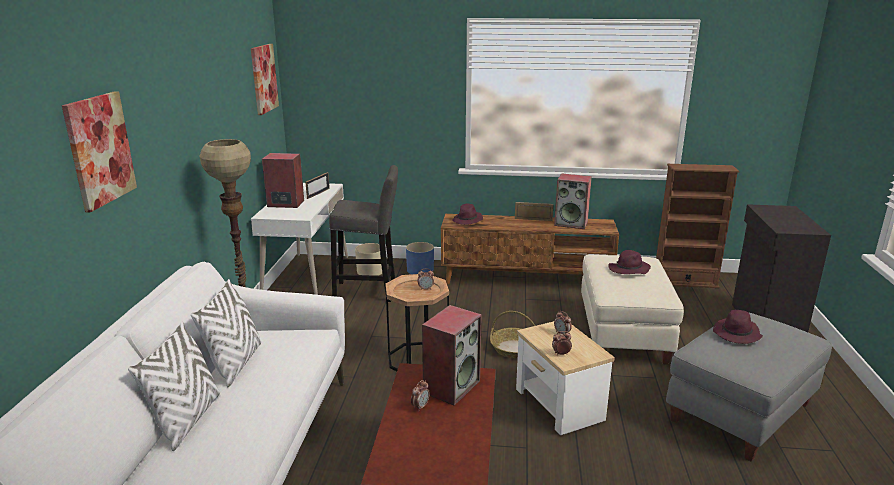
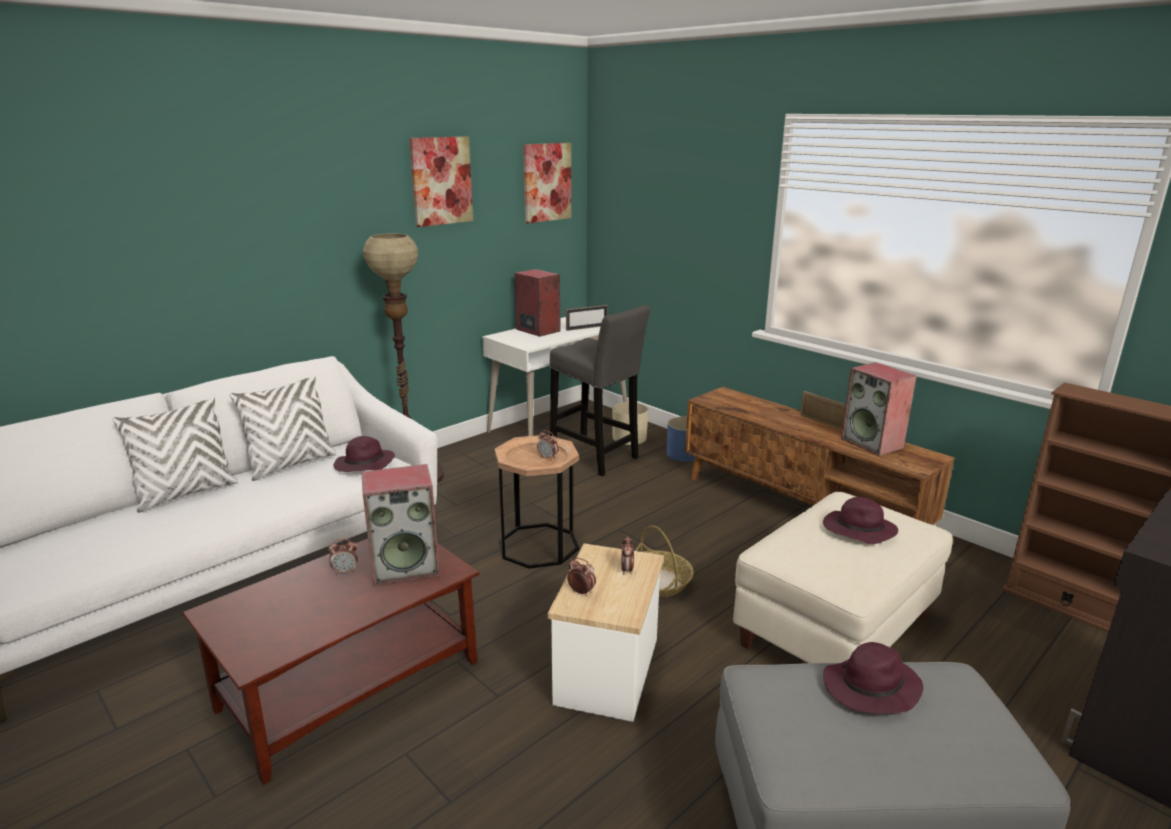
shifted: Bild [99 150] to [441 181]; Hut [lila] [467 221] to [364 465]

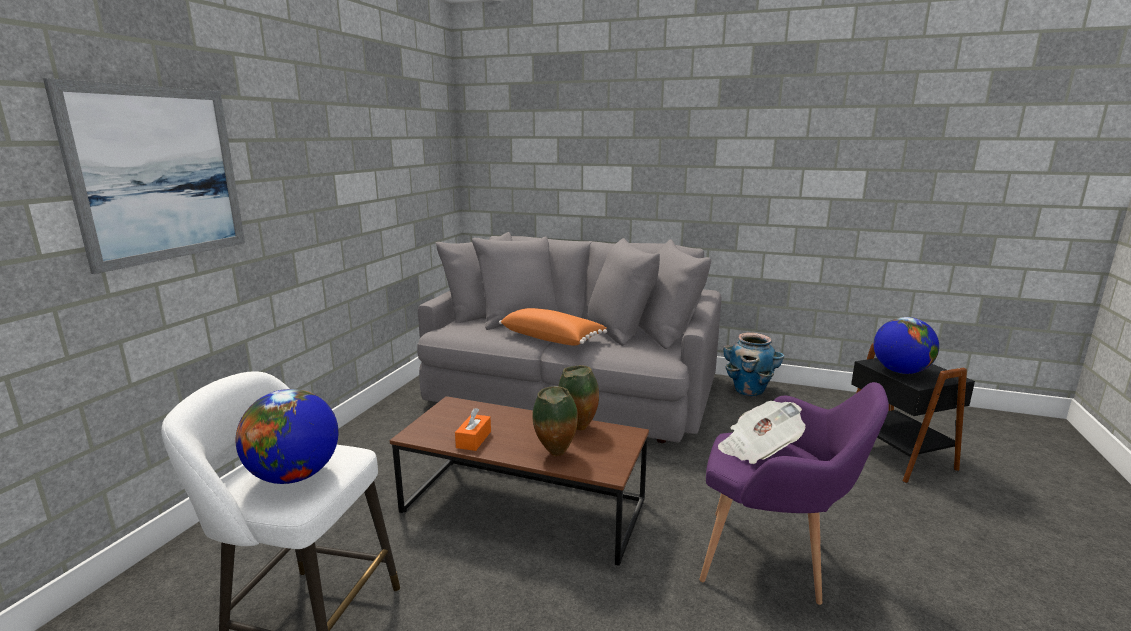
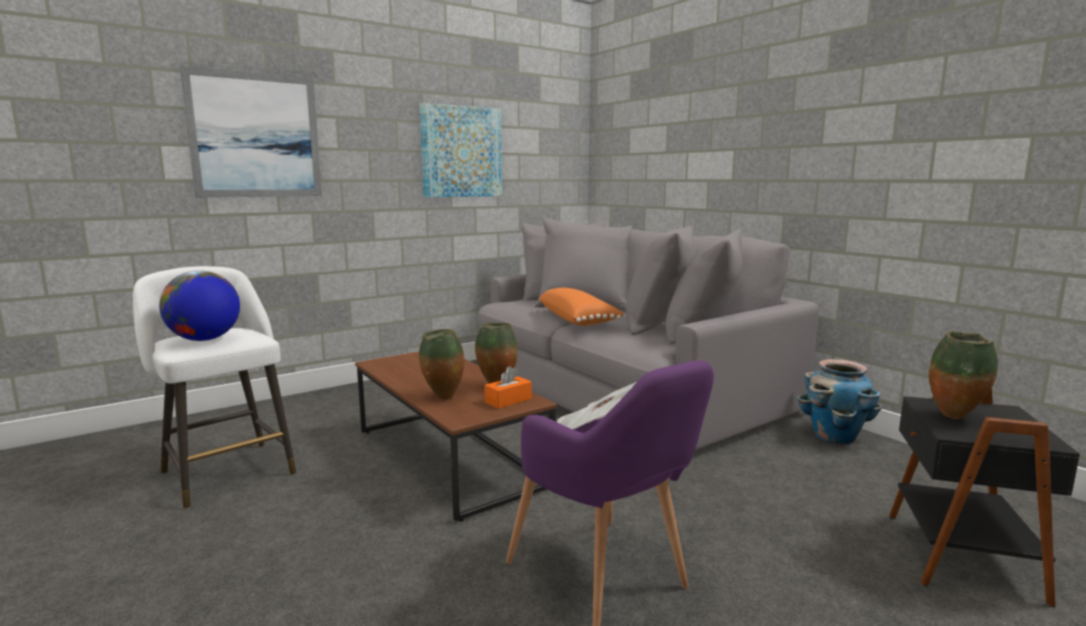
new: Bild [461 152]
shifted: Taschentuchbox [orange] [473 439] to [508 400]
swapped: Globus [900 371] to Vase [955 418]

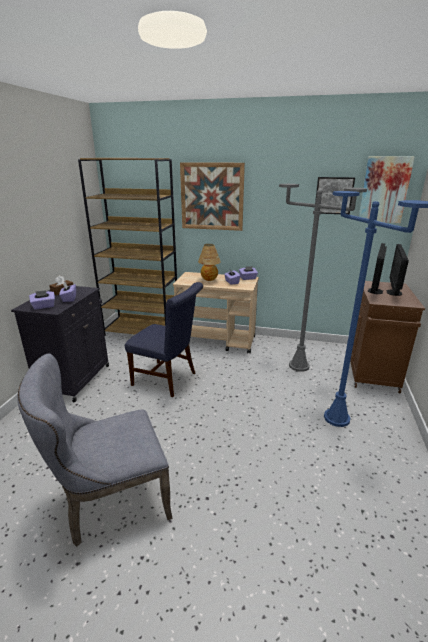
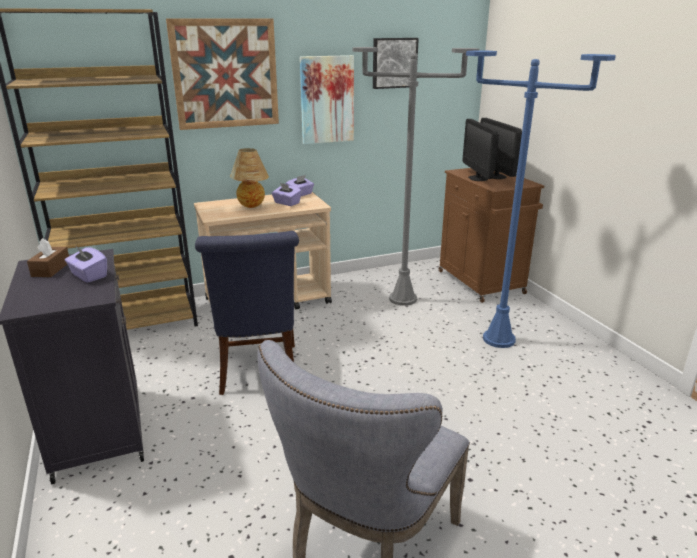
gone: Taschentuchbox [lila] [44 306]
shifted: Bild [384 190] to [327 100]
rotated: Stuhl [blau] [168 379] = [258 372] 90 degrees clockwise

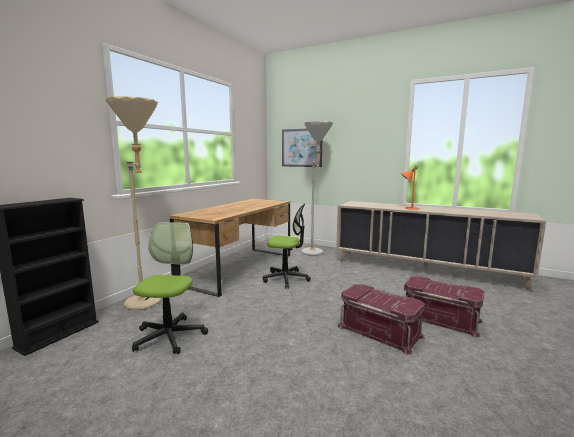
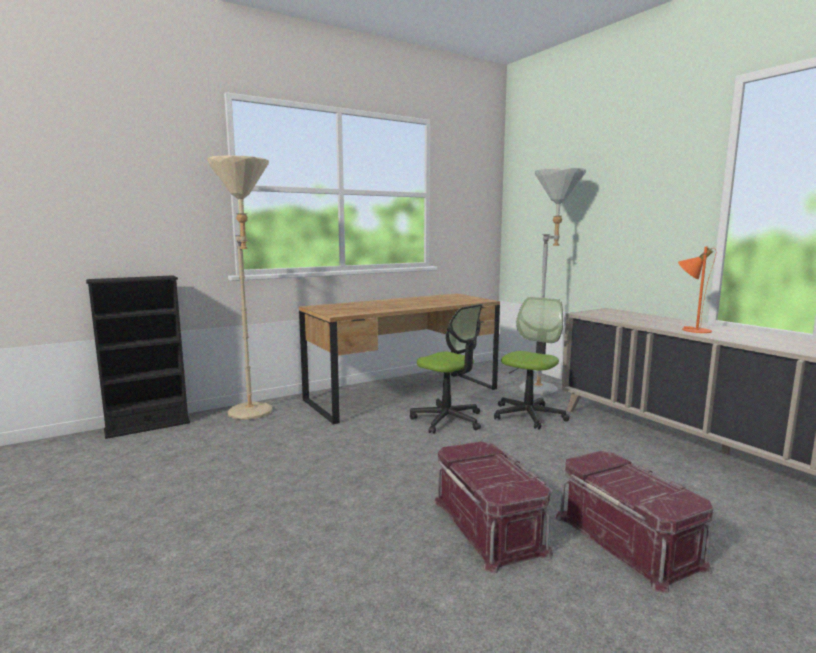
gone: Bild [301 148]
shifted: Bürostuhl [169 336] to [528 415]

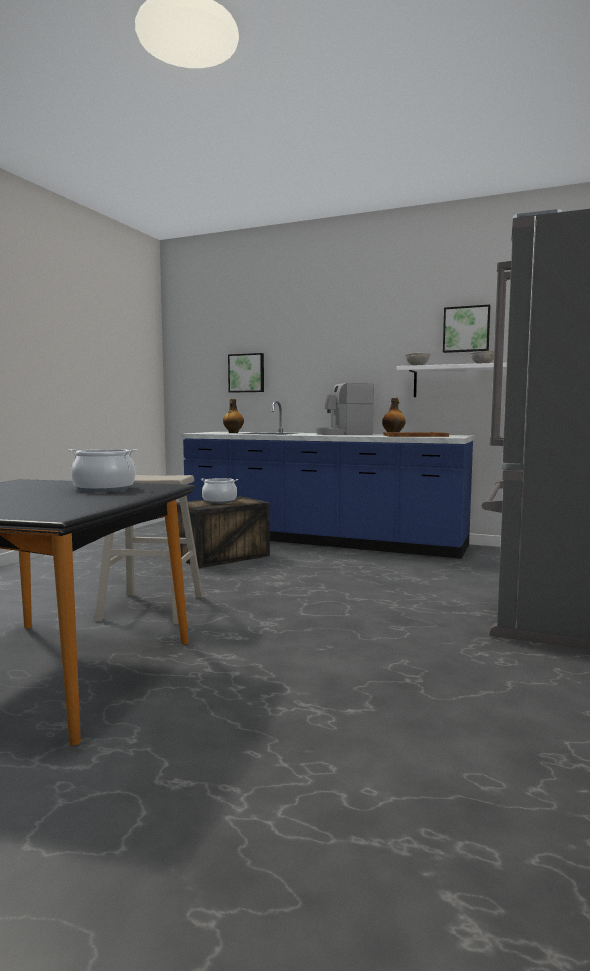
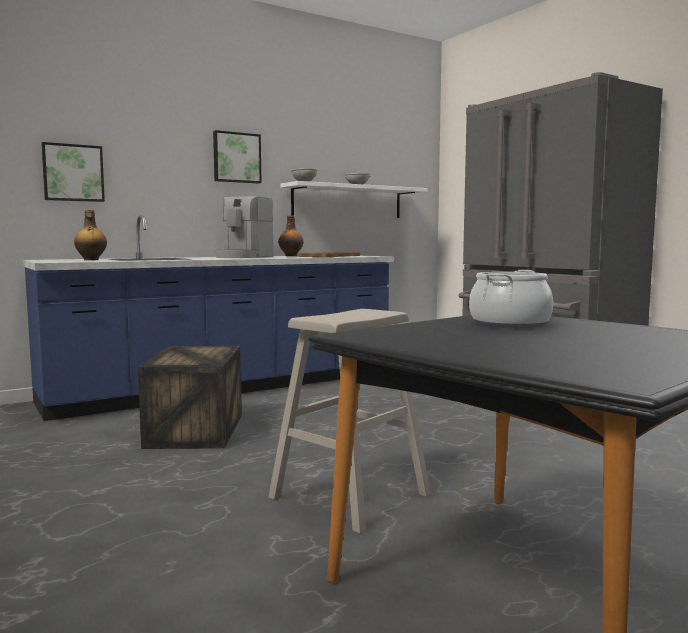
gone: Kochtopf [219 501]
shifted: Bild [466 329] to [236 157]

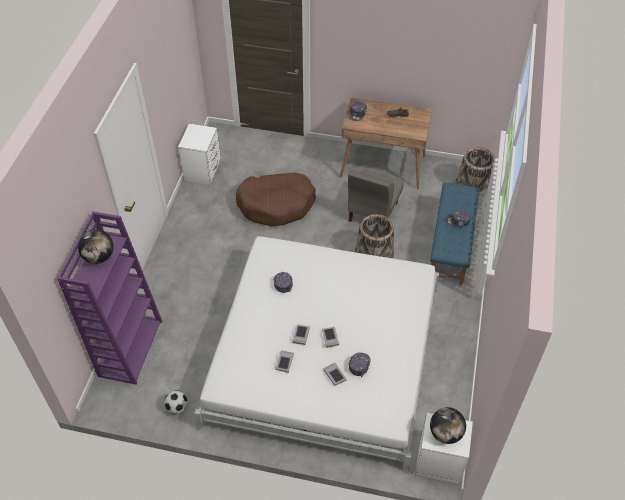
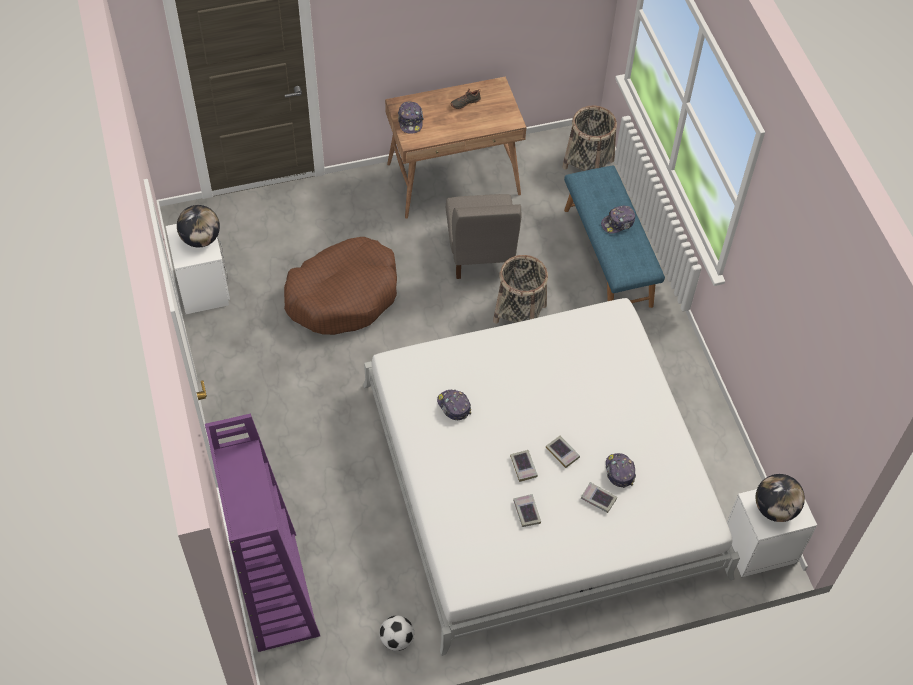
shifted: Globus [99 257] to [201 239]

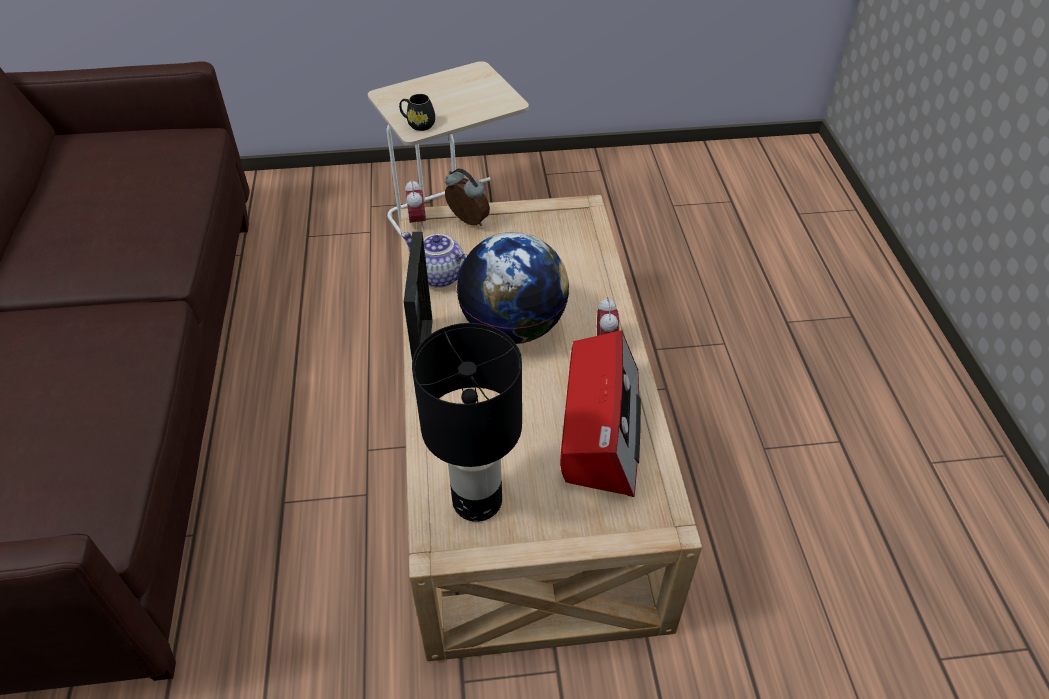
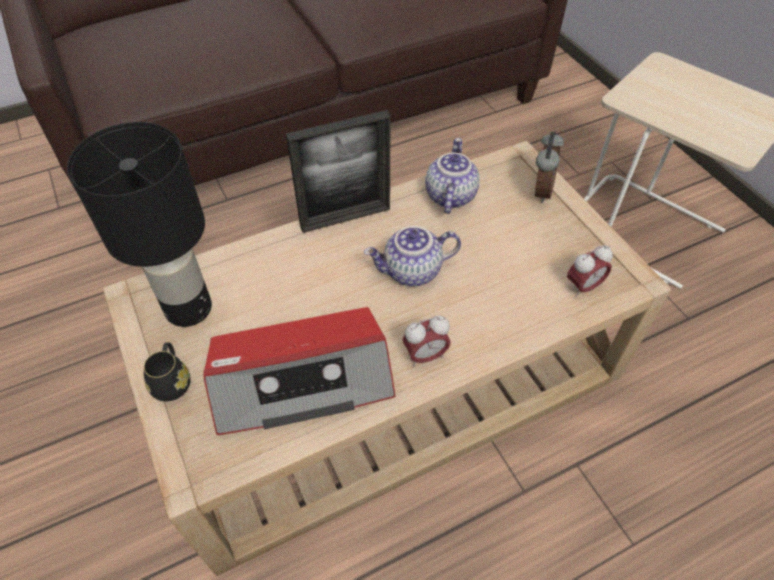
shifted: Henkelbecher [schwarz] [418 124] to [172 381]; Wecker [417 221] to [583 287]
swapped: Globus [514 327] to Teekanne [412 272]

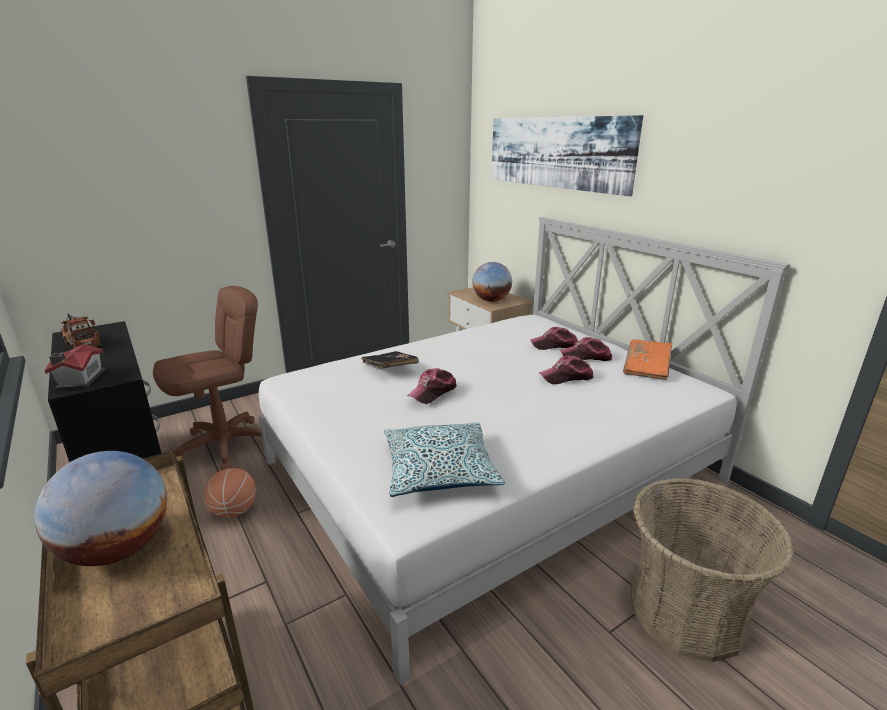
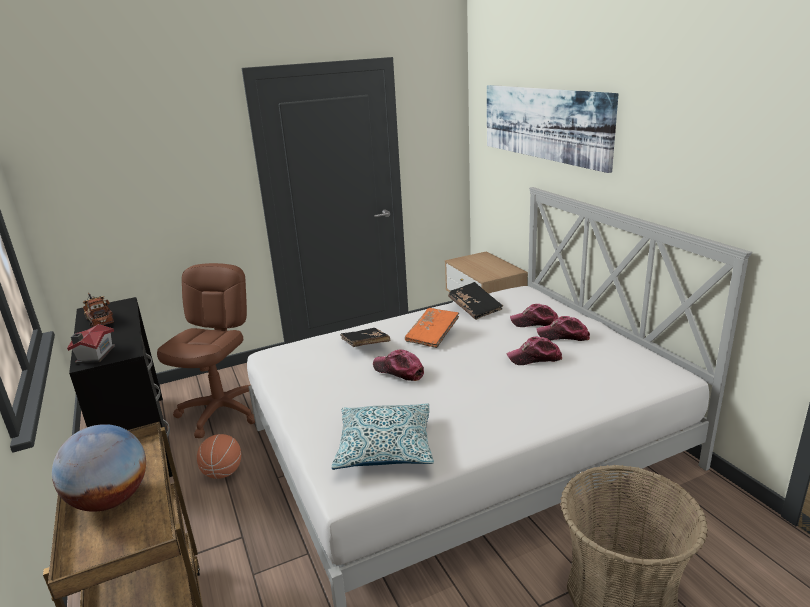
gone: Globus [491 300]
new: Buch [schwarz] [475 308]
shifted: Buch [orange] [646 368] to [432 335]
rotated: Bürostuhl [braun] [225 446] = [222 411] 45 degrees counterclockwise; Kappe [432 392] = [399 371] 75 degrees clockwise

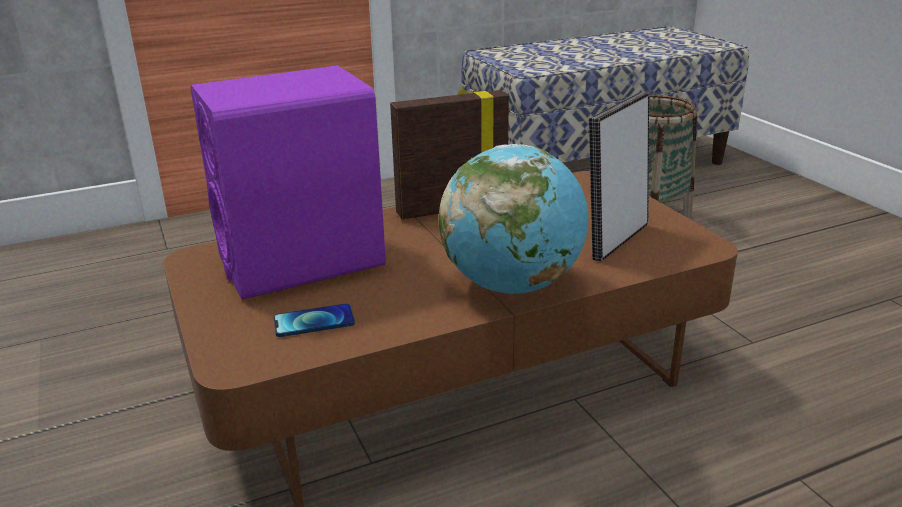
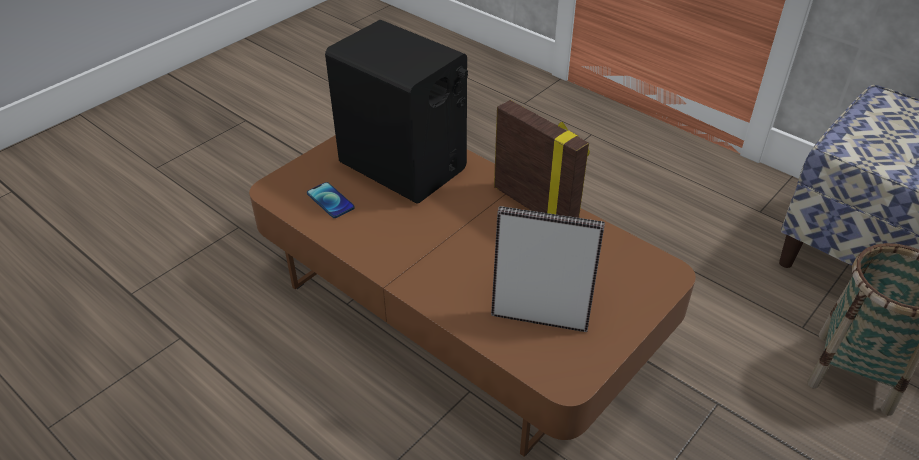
gone: Globus [512 285]
repainted: Lautsprecher [lila] [302 261] to Lautsprecher [schwarz] [403 166]

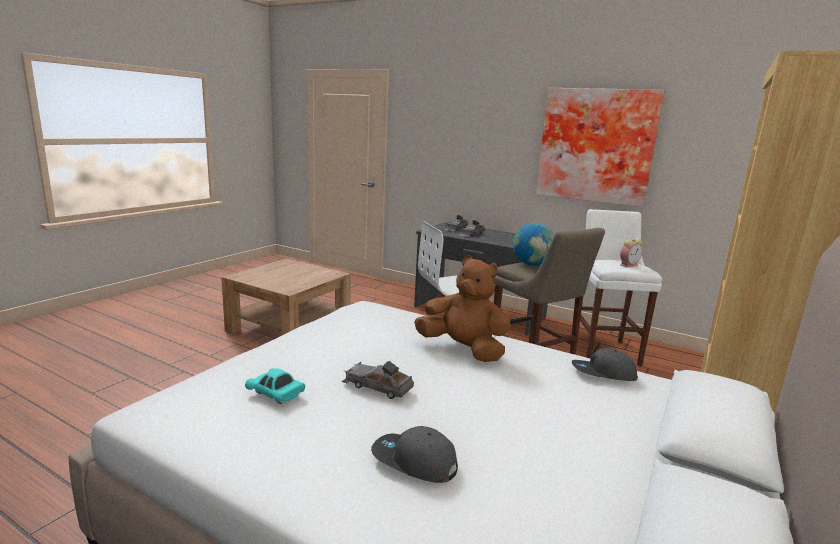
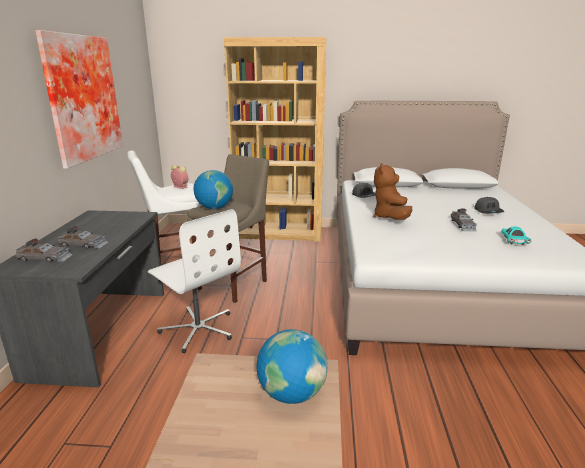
new: Globus [292 393]

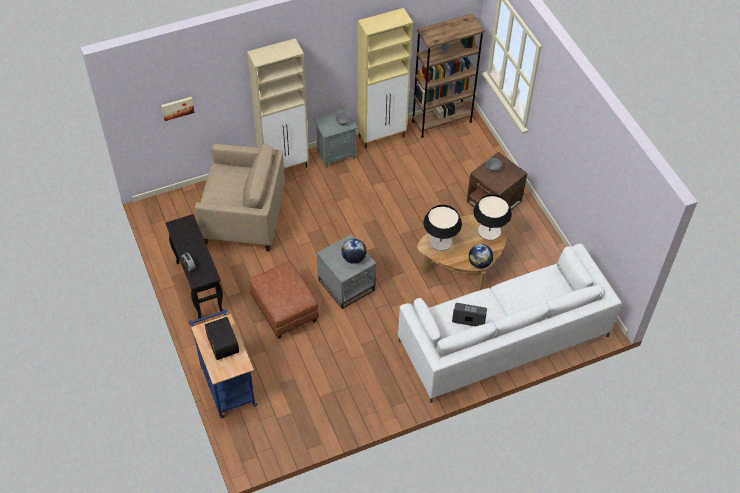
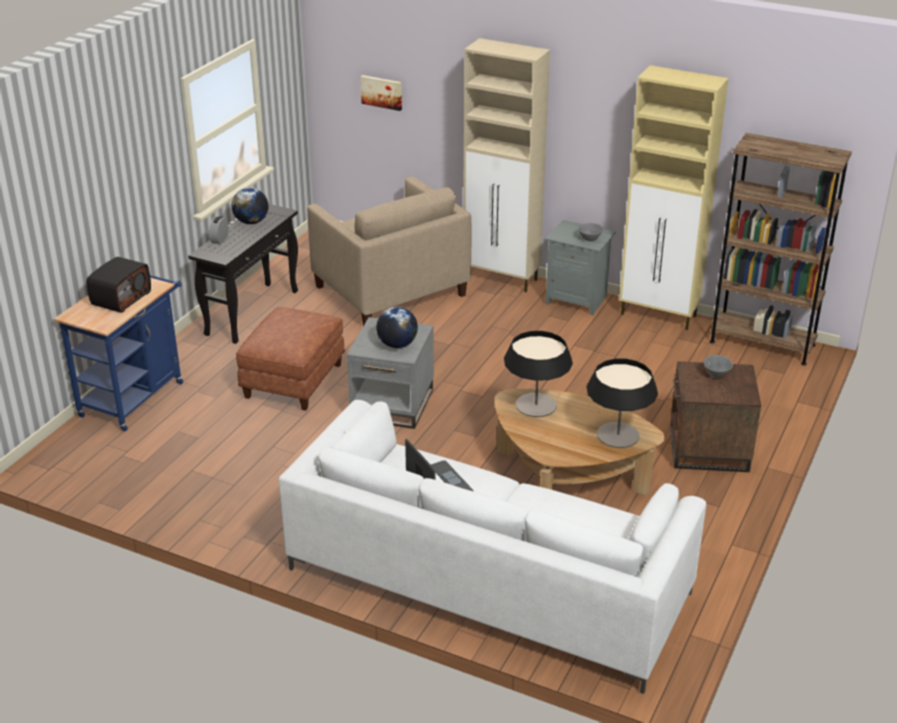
shifted: Globus [479 263] to [251 222]

